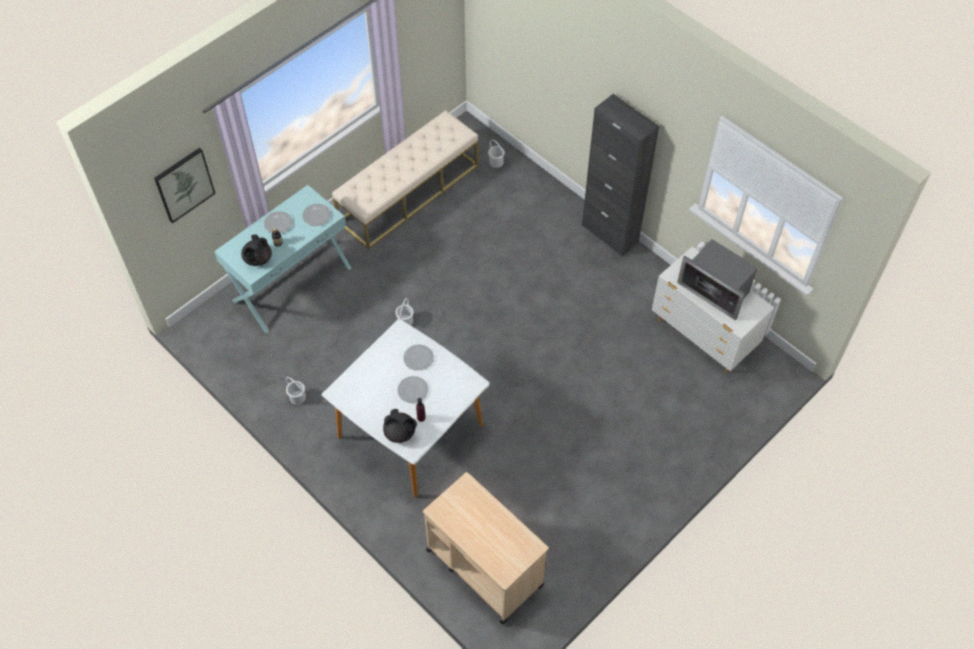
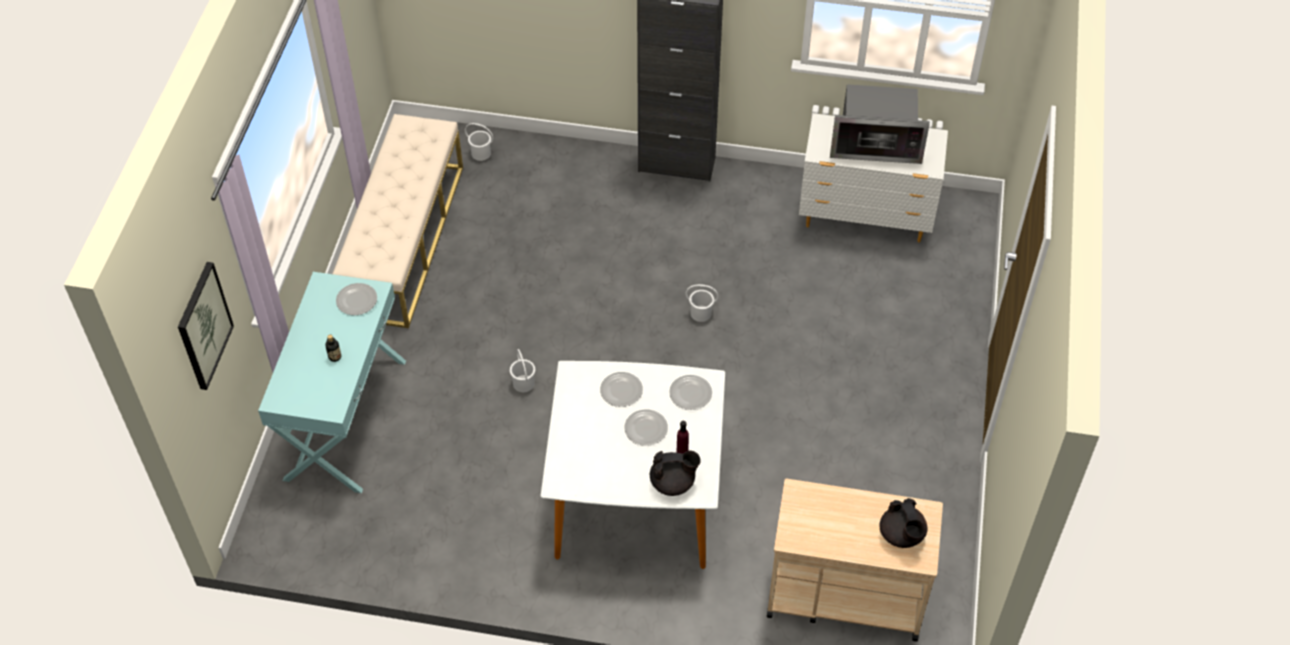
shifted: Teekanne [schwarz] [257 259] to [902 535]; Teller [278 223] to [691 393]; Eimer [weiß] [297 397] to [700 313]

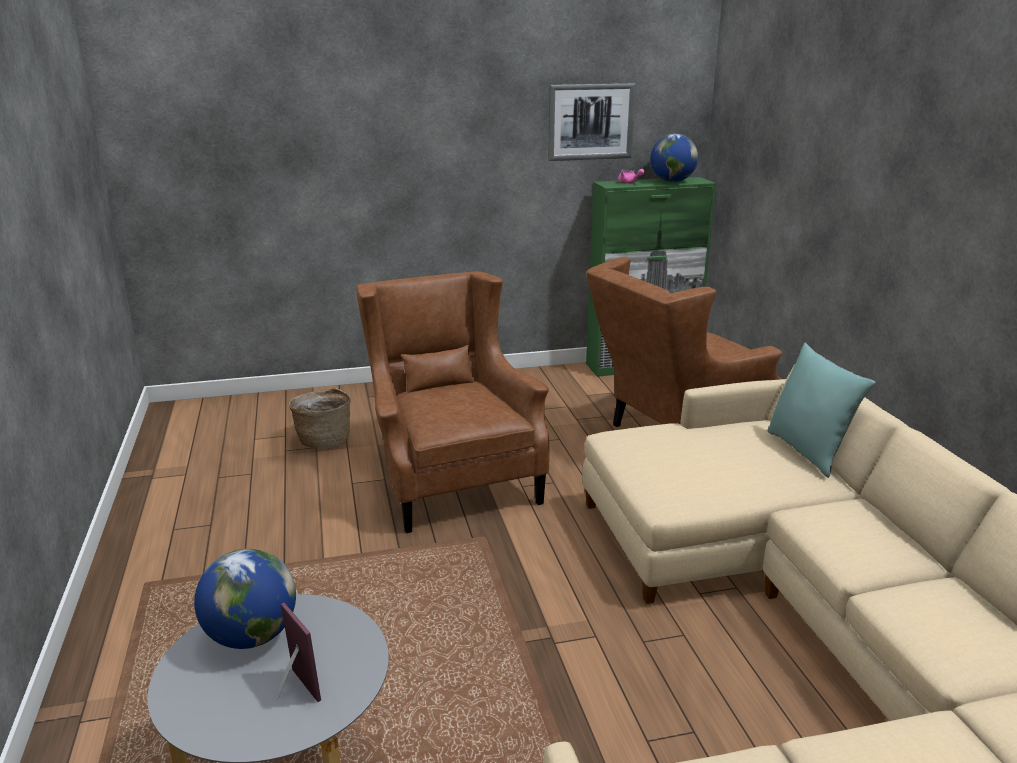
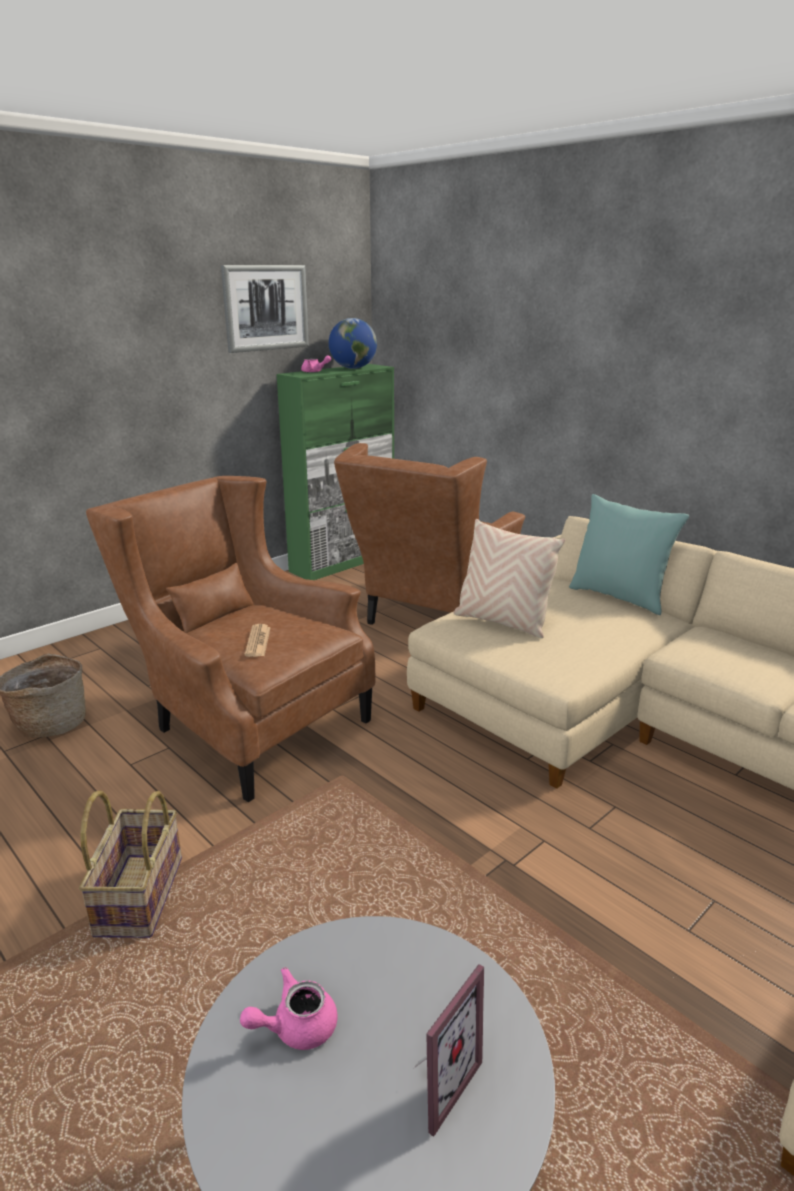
new: Korb [138 895]; Zeitung [258 641]; Kissen [beige] [502 622]
swapped: Globus [251 636] to Teekanne [rosa] [295 1026]
rotated: Bilderrahmen [292 691] = [436 1082] 105 degrees clockwise

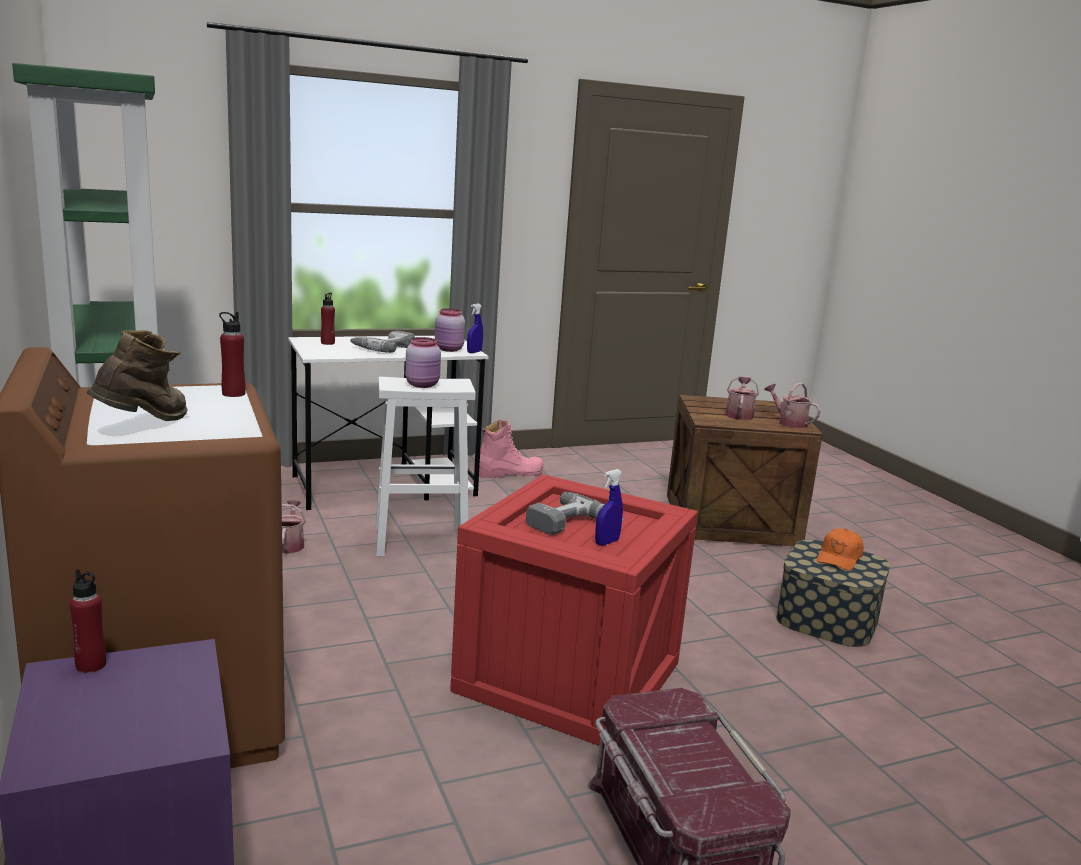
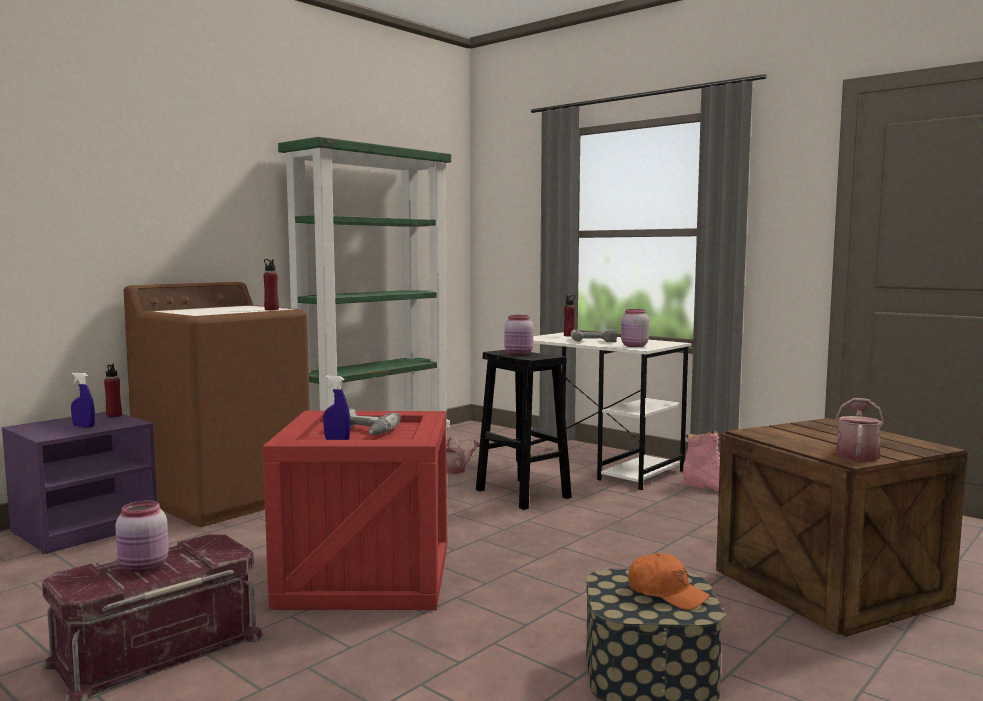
gone: Stiefel [braun] [145 426]; Gießkanne [739 414]
new: Vorratsglas [rosa] [144 567]
shifted: Sprühflasche [blau] [474 352] to [83 426]
repainted: Hocker [weiß] [419 541] to Hocker [schwarz] [521 493]
rotated: Kappe [orange] [839 558] = [666 594] 150 degrees counterclockwise

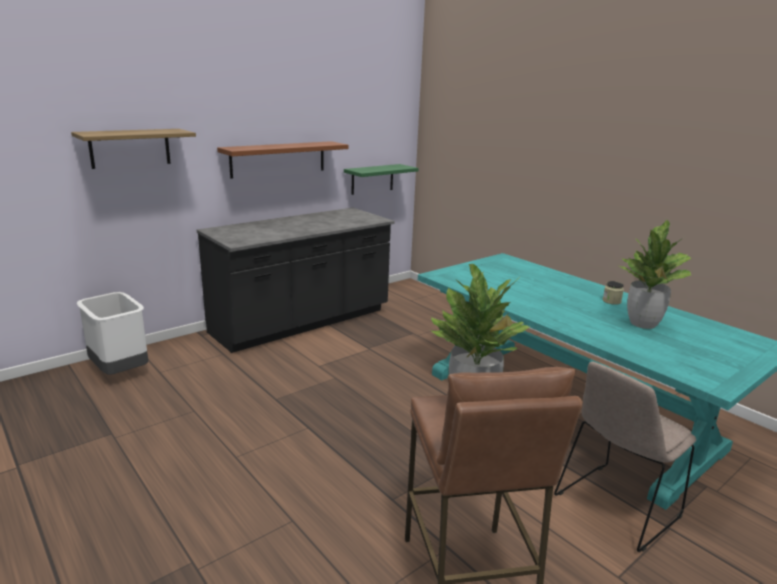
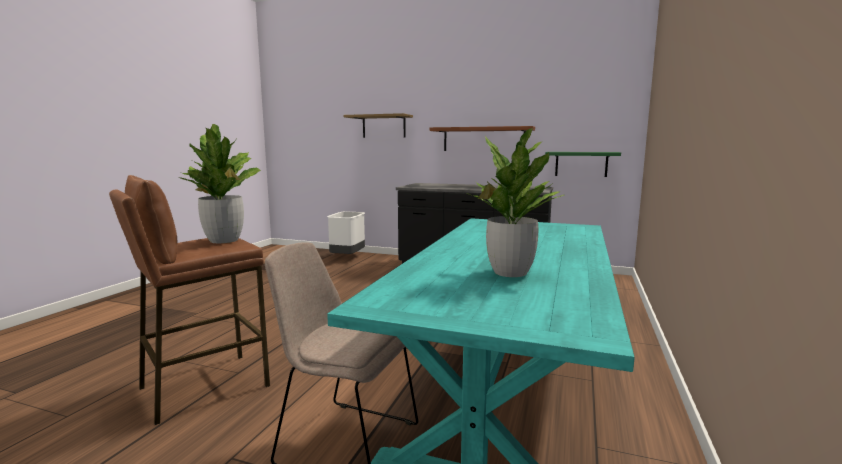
gone: Vorratsglas [611 301]

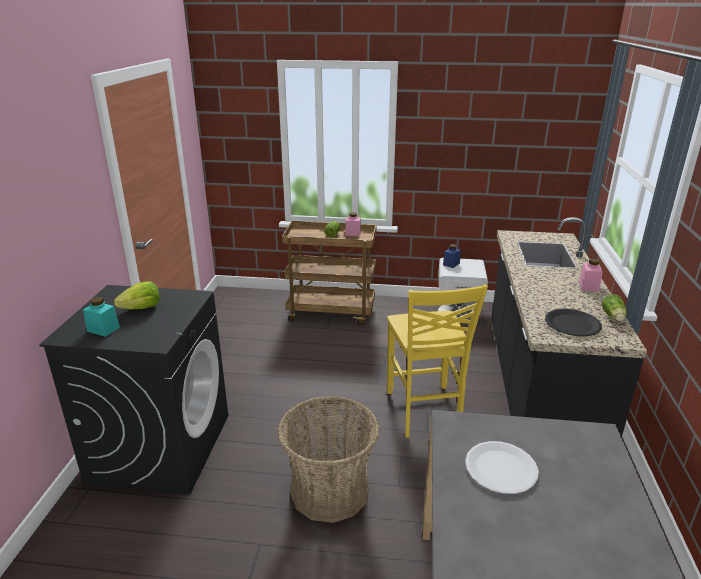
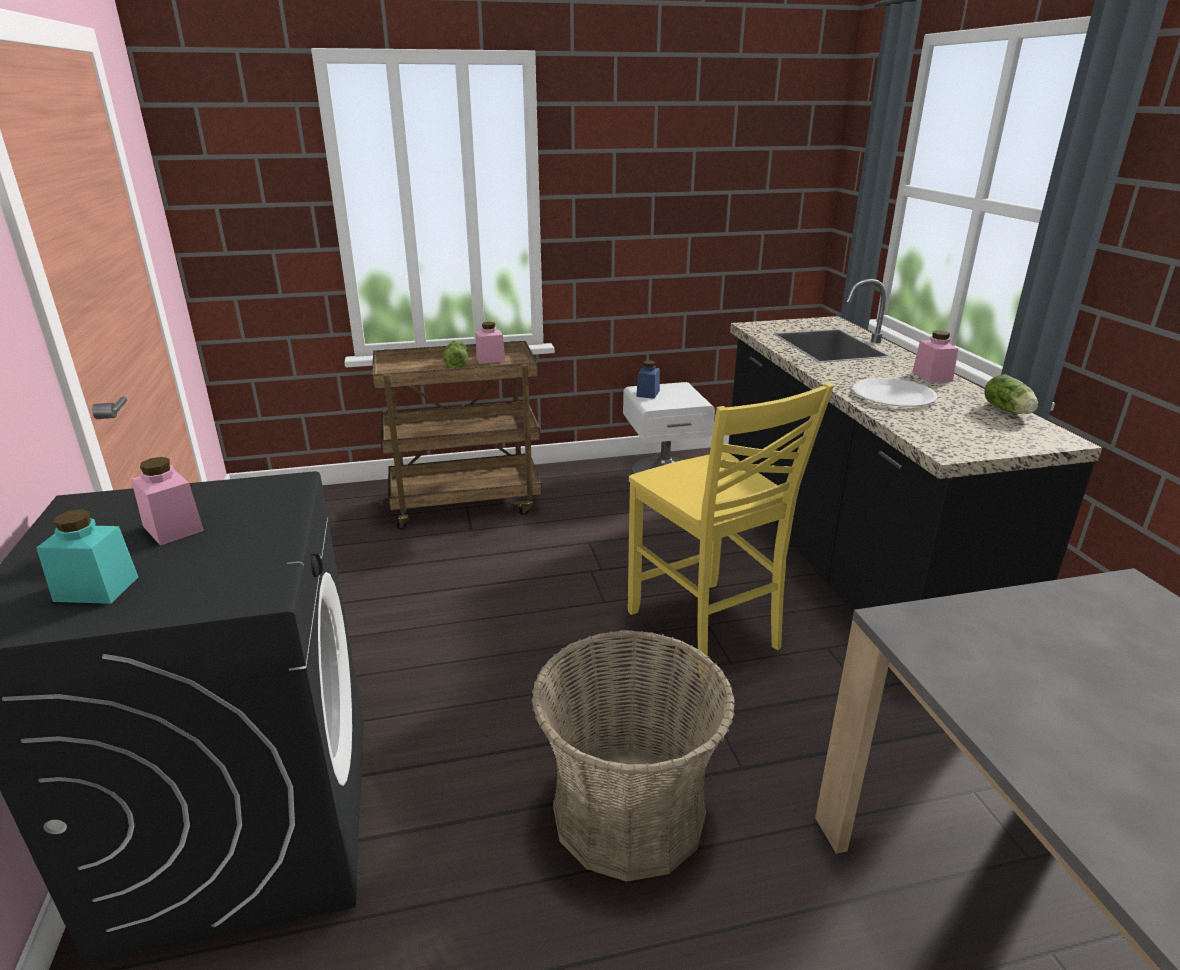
gone: Teller [schwarz] [572 324]
shifted: Teller [weiß] [500 468] to [893 395]
swapped: Salatkopf [142 308] to Vorratsglas [rosa] [173 528]

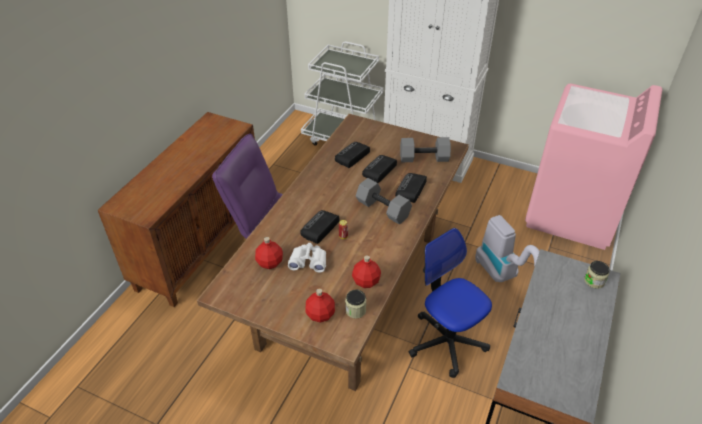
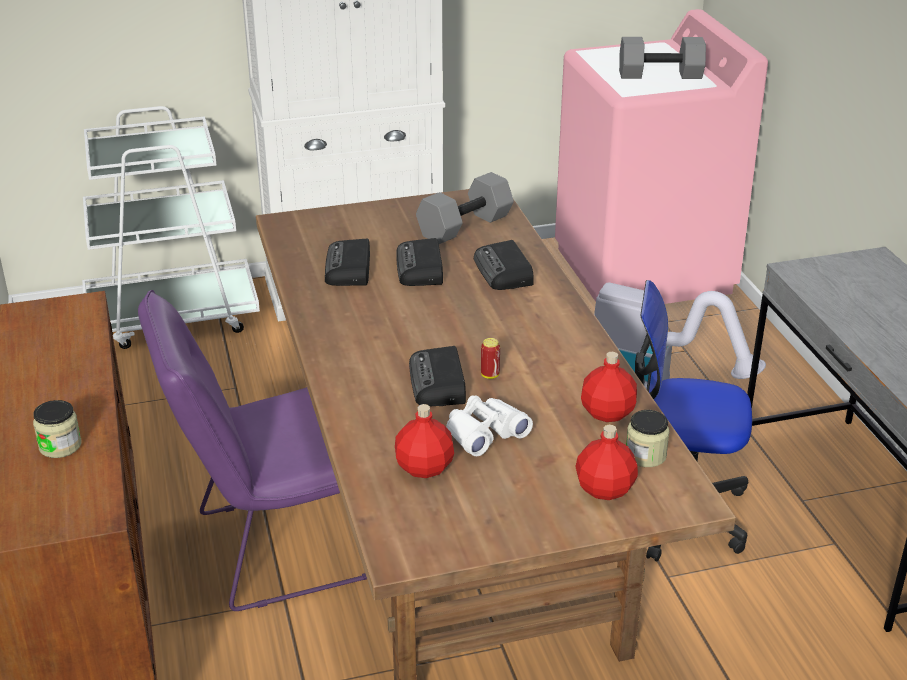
shifted: Hantel [grau] [382 209] to [659 75]; Vorratsglas [594 281] to [60 446]

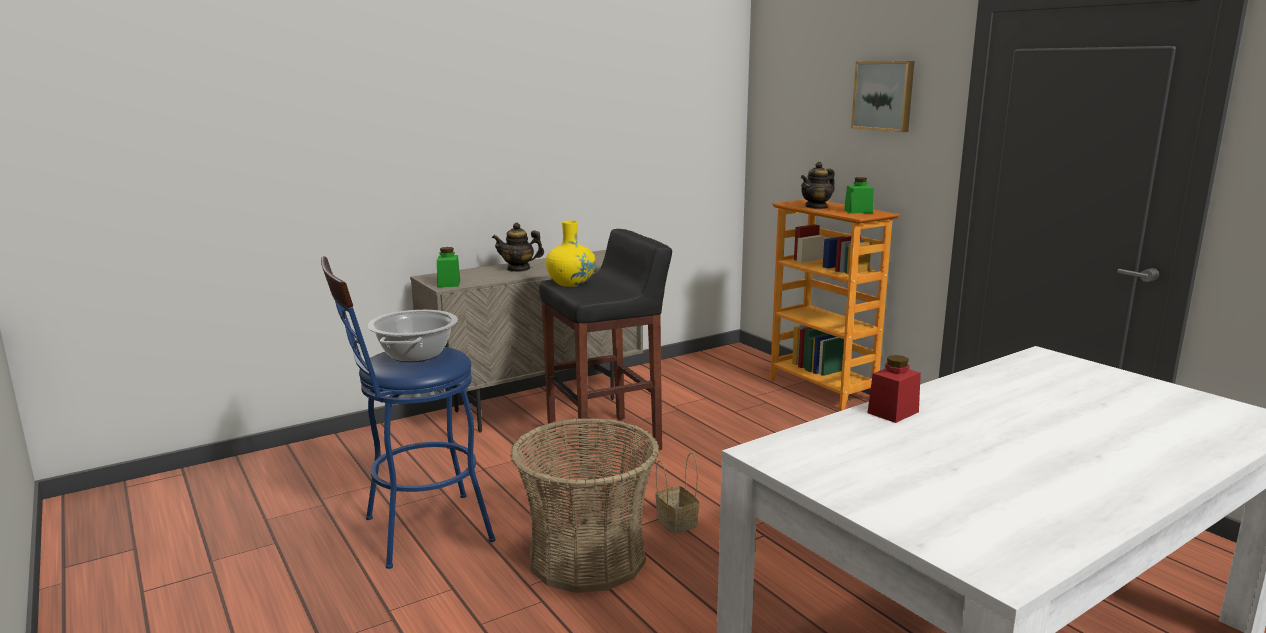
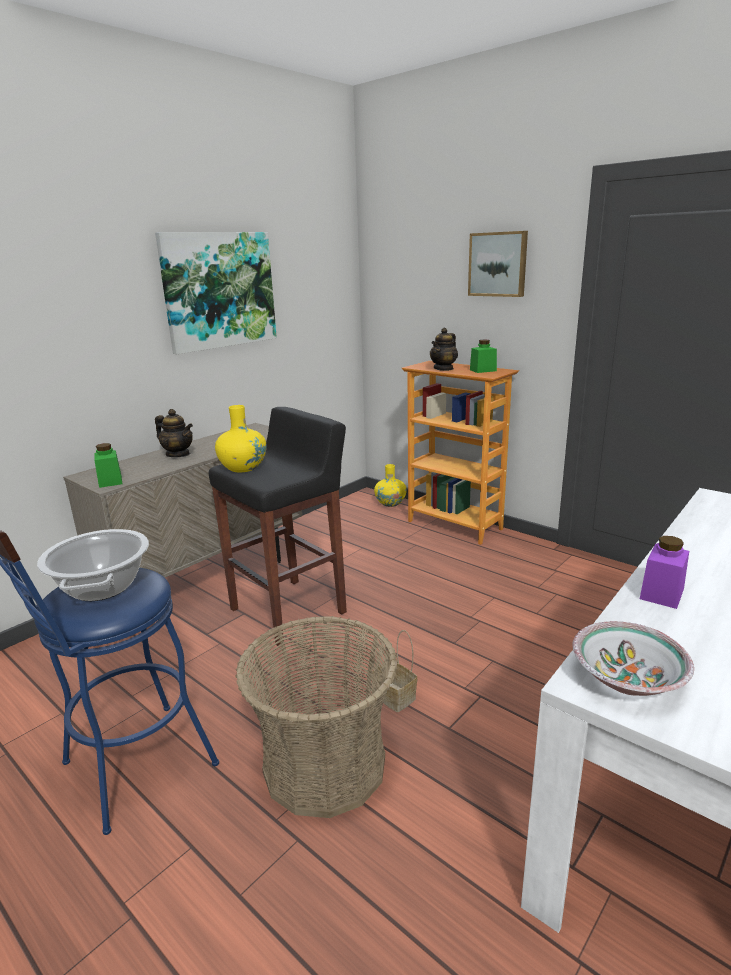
new: Bild [219 290]; Vase [gelb] [390 503]; Schüssel [627 678]
repainted: Vorratsglas [rot] [893 412] to Vorratsglas [lila] [661 594]
rotated: Teekanne [518 269] = [178 454] 135 degrees counterclockwise

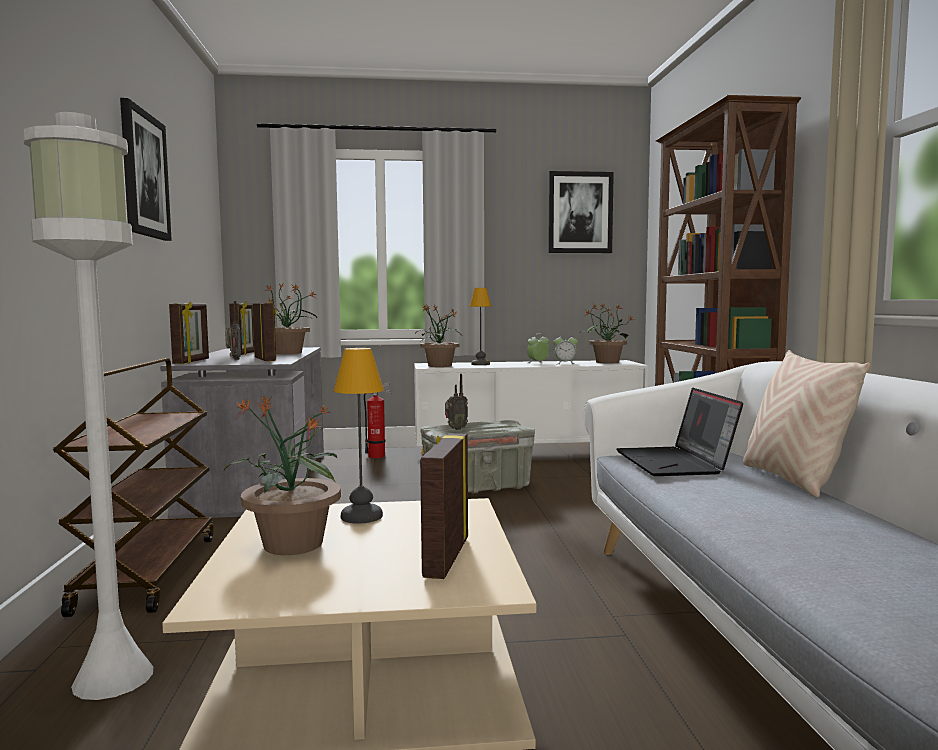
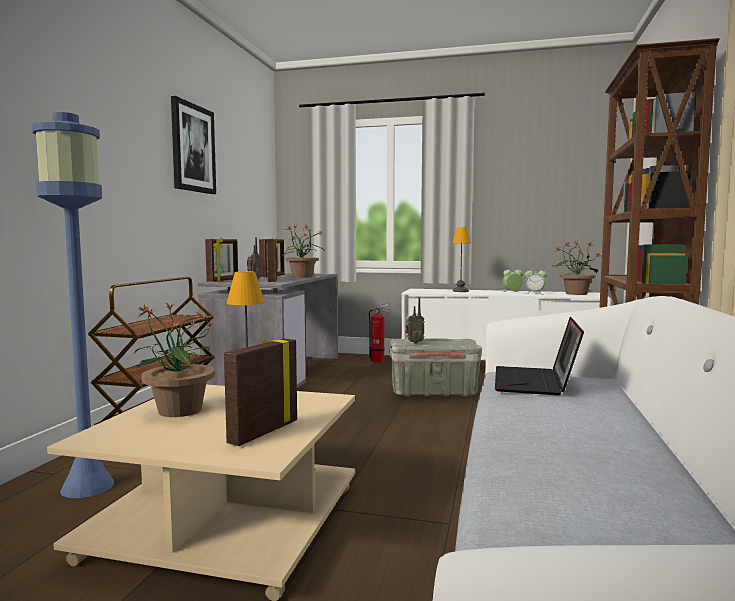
gone: Topfpflanze [439 366]; Bild [579 213]; Kissen [beige] [793 480]
repainted: Stehlampe [weiß] [114 678] to Stehlampe [blau] [88 487]

